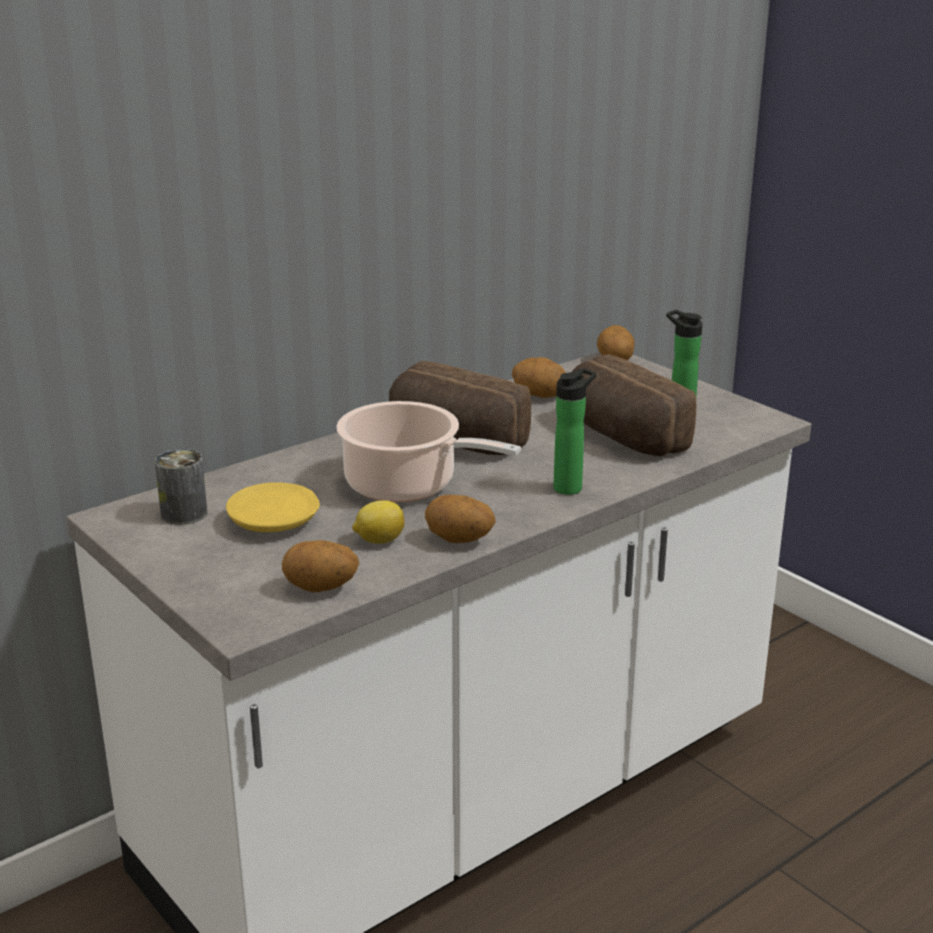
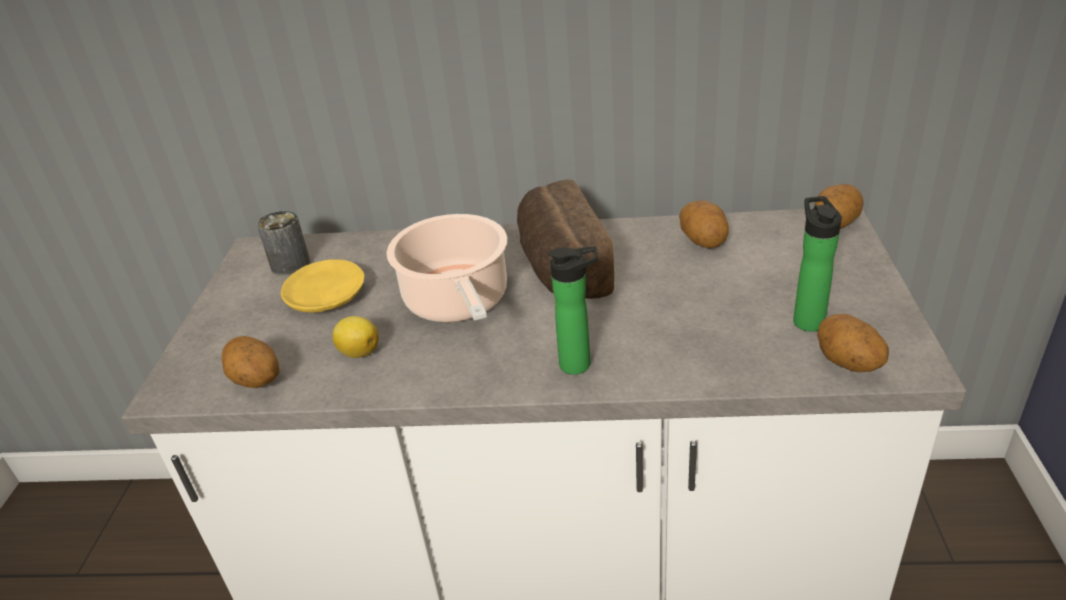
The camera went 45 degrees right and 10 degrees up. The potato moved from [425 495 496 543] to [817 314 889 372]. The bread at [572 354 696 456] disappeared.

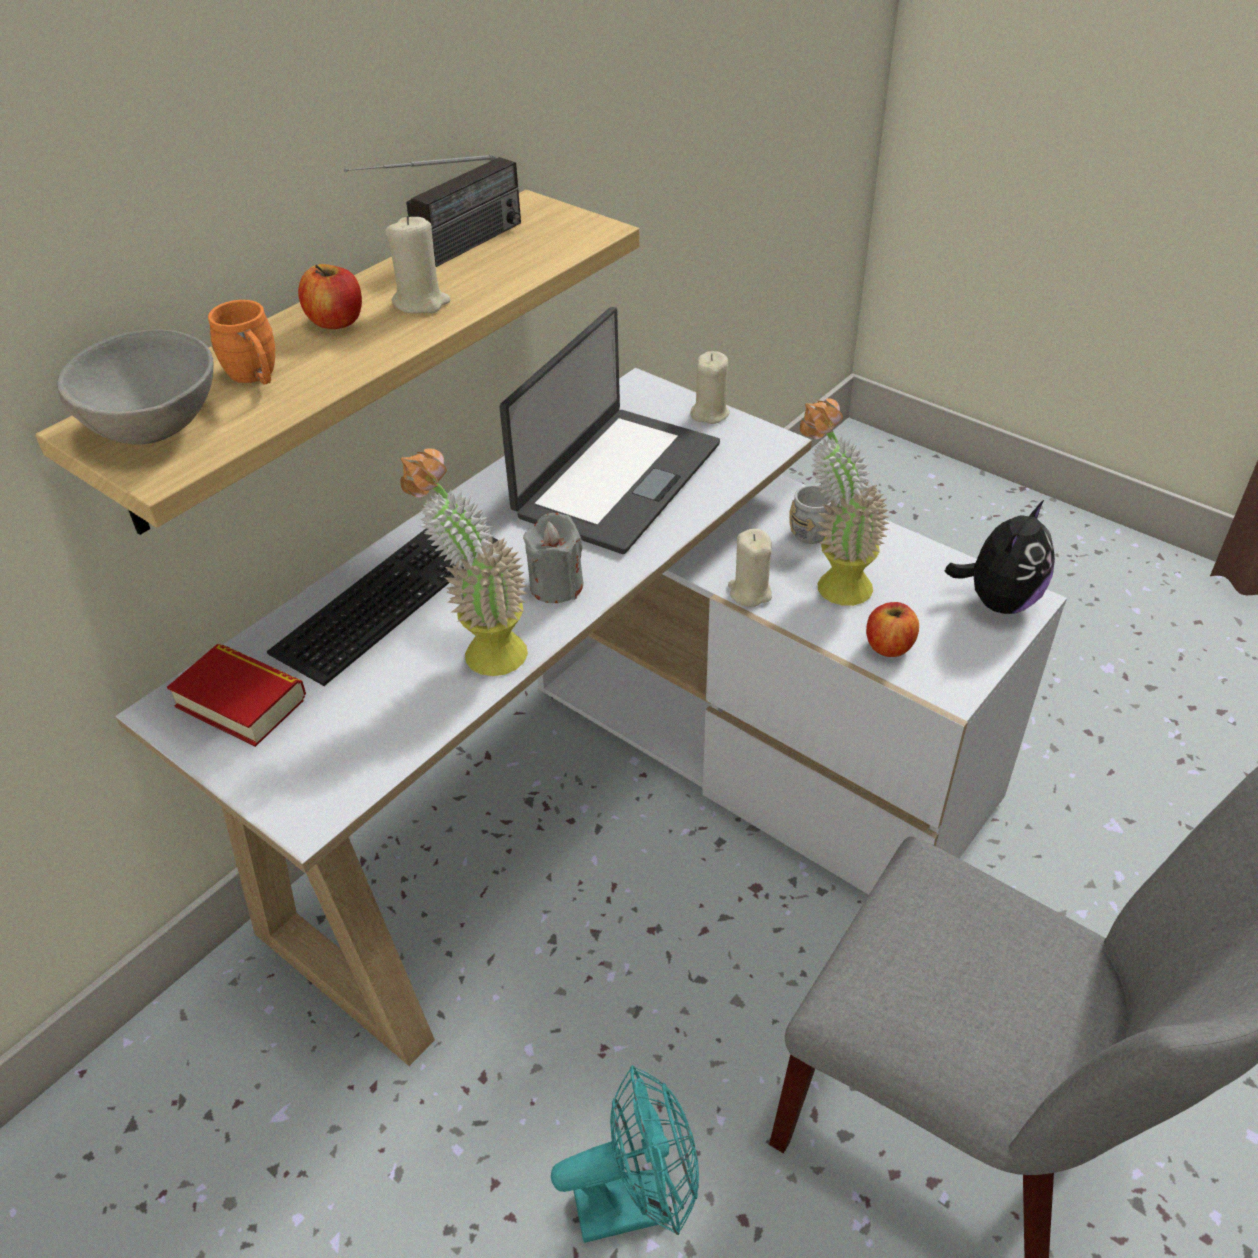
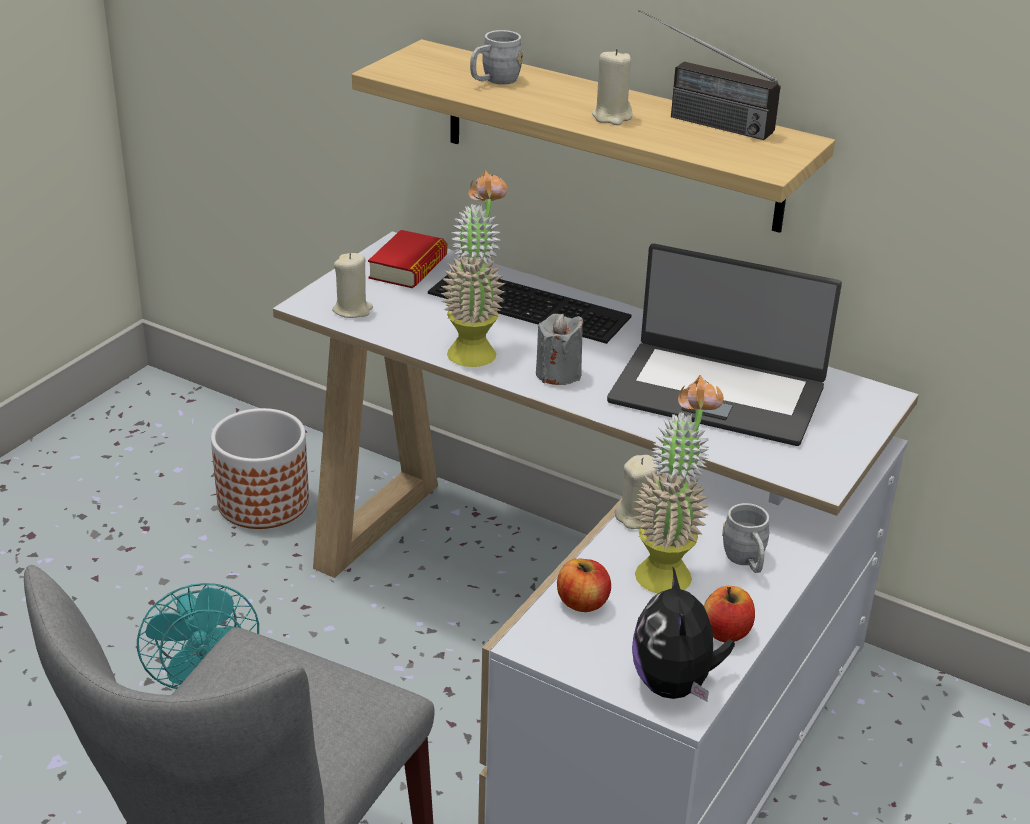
The camera went 80 degrees right and 10 degrees down. The grey bowl at [57 329 213 445] disappeared. The orange mug at [208 300 275 385] became the grey mug at [470 30 523 85]. The apple moved from [298 264 362 329] to [704 586 755 642]. The beige candle moved from [690 351 730 424] to [332 253 373 318]. The plush toy at [945 499 1055 614] turned 60 degrees clockwise. The planter at [211 408 309 529] appeared.

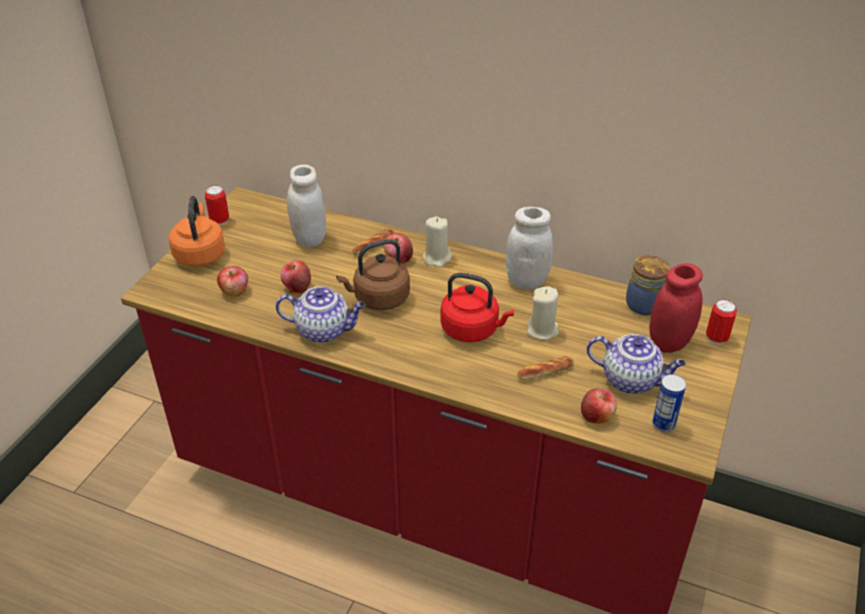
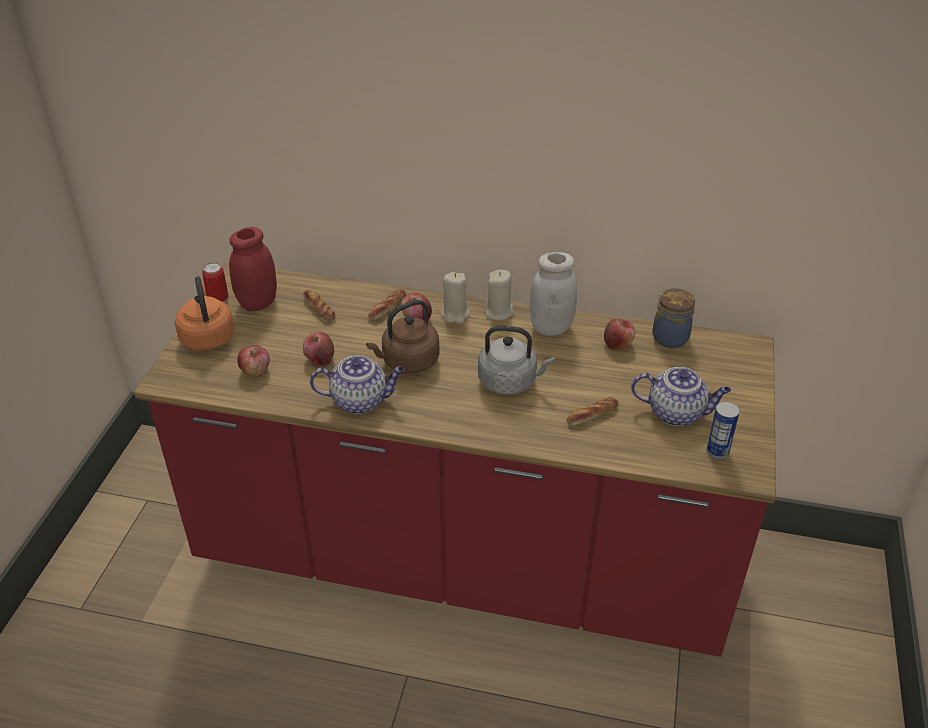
The camera went 10 degrees left and 0 degrees up. The white jar at [287 165 326 248] was replaced by the bread at [303 290 335 321]. The red kettle at [440 273 514 342] became the grey kettle at [478 326 555 395]. The beige candle moved from [527 286 559 340] to [484 270 515 320]. The apple moved from [581 389 617 424] to [604 319 635 350]. The red jar moved from [649 263 703 353] to [229 227 277 312]. The can at [706 299 737 345] disappeared.

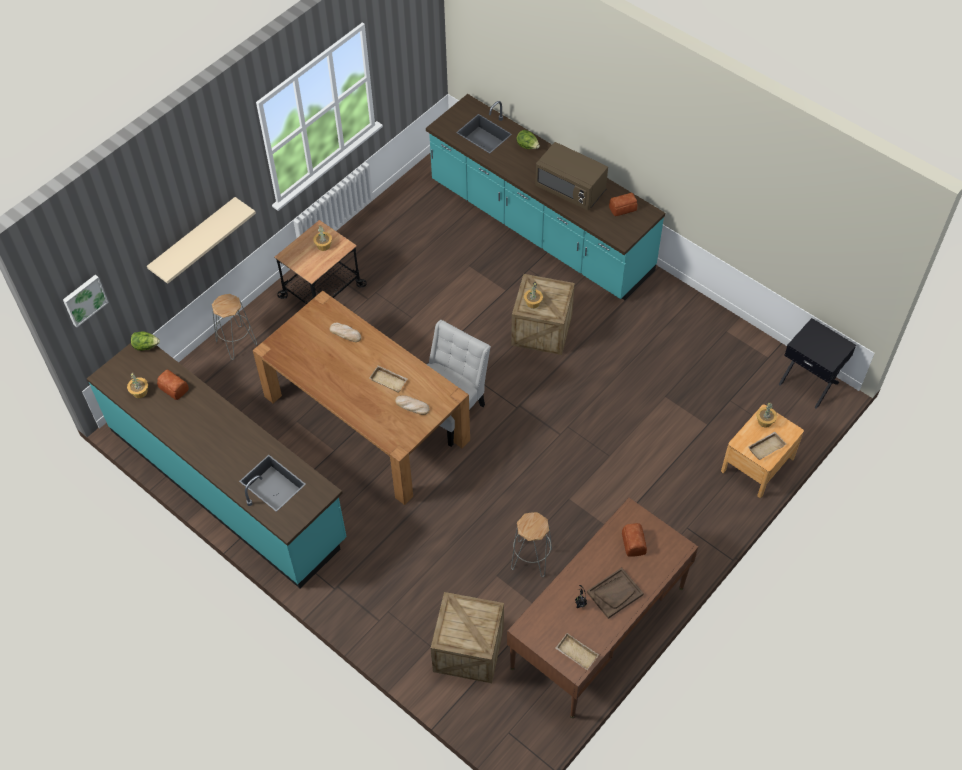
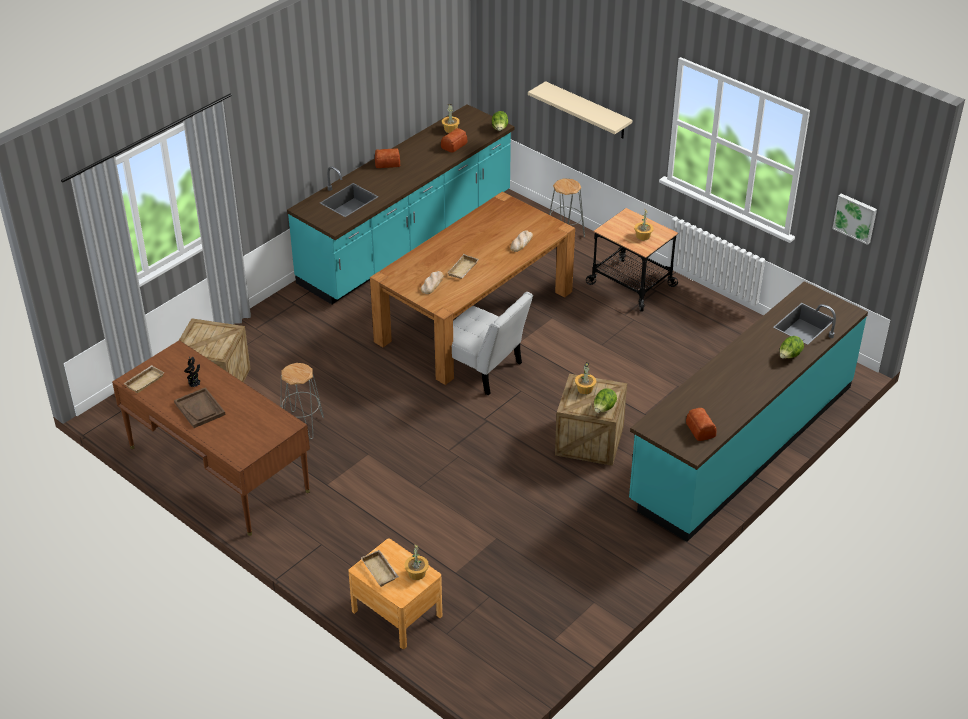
The camera went 90 degrees right and 15 degrees down. The picture moved from [63 275 109 327] to [832 194 877 245]. The brown microwave at [535 142 608 210] disappeared. The bread moved from [622 523 647 557] to [375 148 400 168]. The black nightstand at [778 318 856 409] disappeared. The lettuce at [594 388 617 413] appeared.

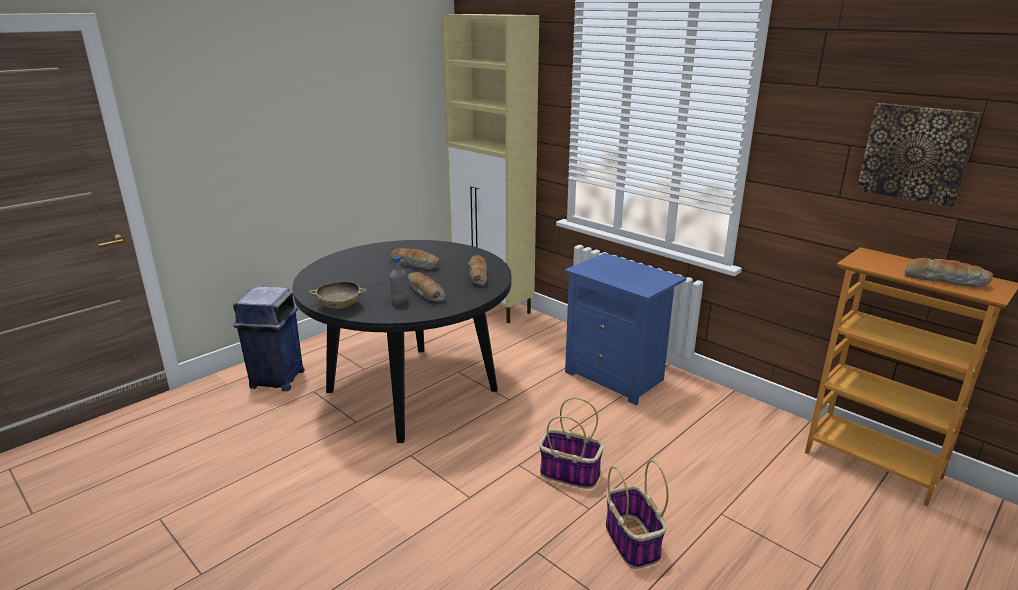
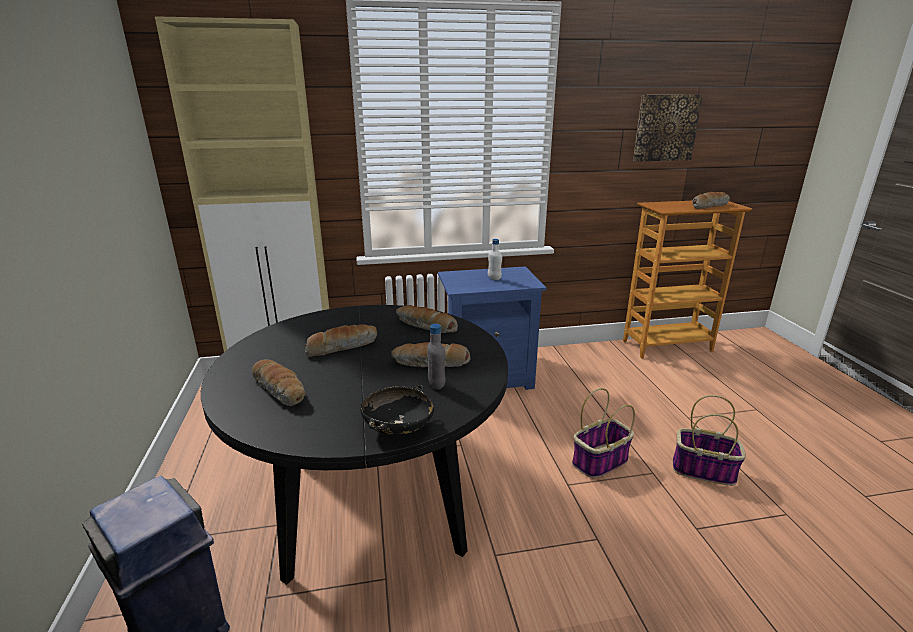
The camera went 55 degrees left and 0 degrees up. The beige bowl at [310 281 366 309] became the black bowl at [360 385 434 435]. The bread at [252 359 305 406] appeared. The white bottle at [488 239 502 280] appeared.

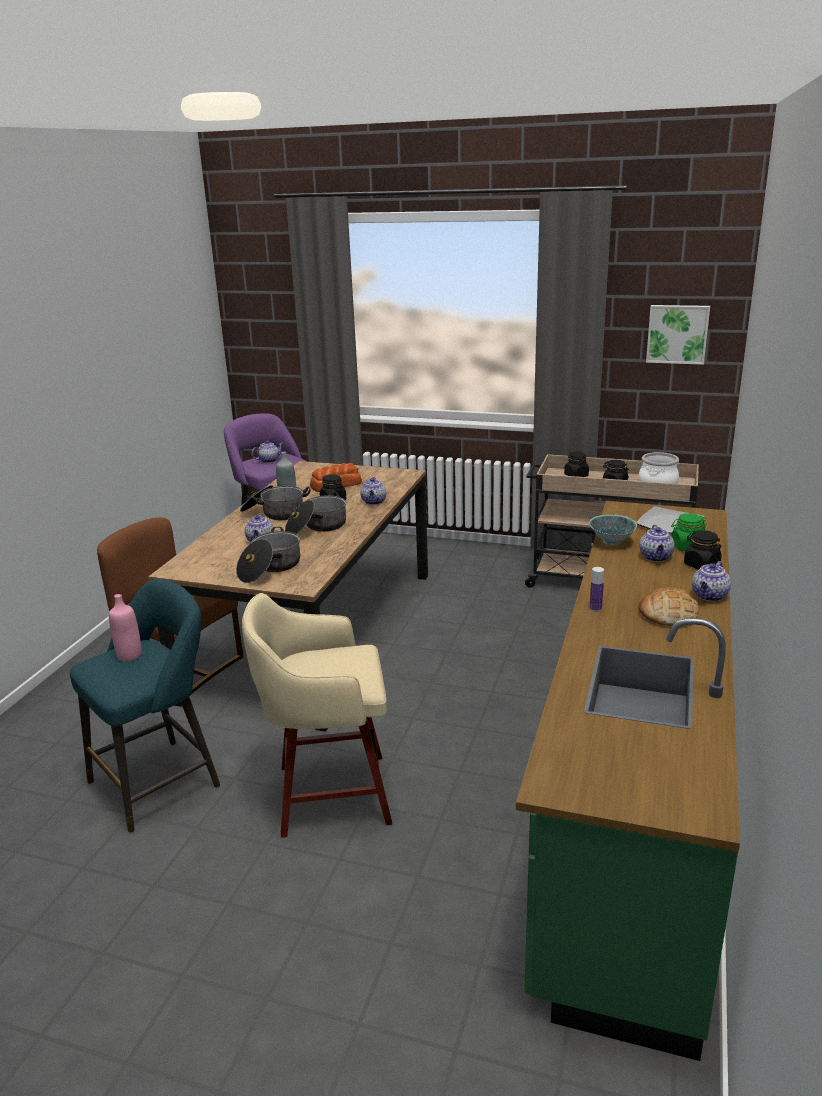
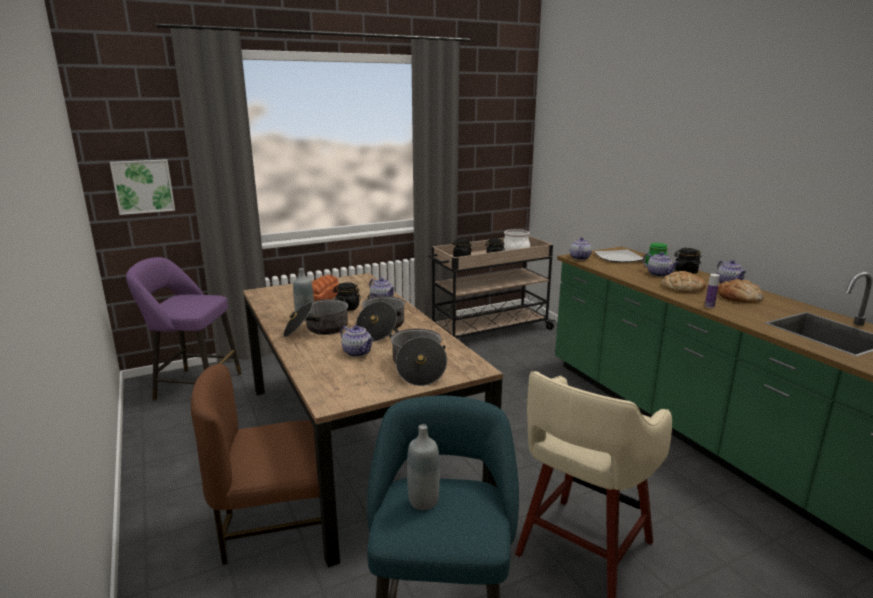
The camera went 45 degrees left and 5 degrees down. The pink bottle at [109 594 142 662] became the grey bottle at [407 424 440 510]. The teapot moved from [252 441 283 463] to [570 237 592 260]. The bowl at [589 515 637 546] disappeared. The picture moved from [646 305 710 365] to [110 159 175 215]. The bread at [662 271 706 293] appeared.

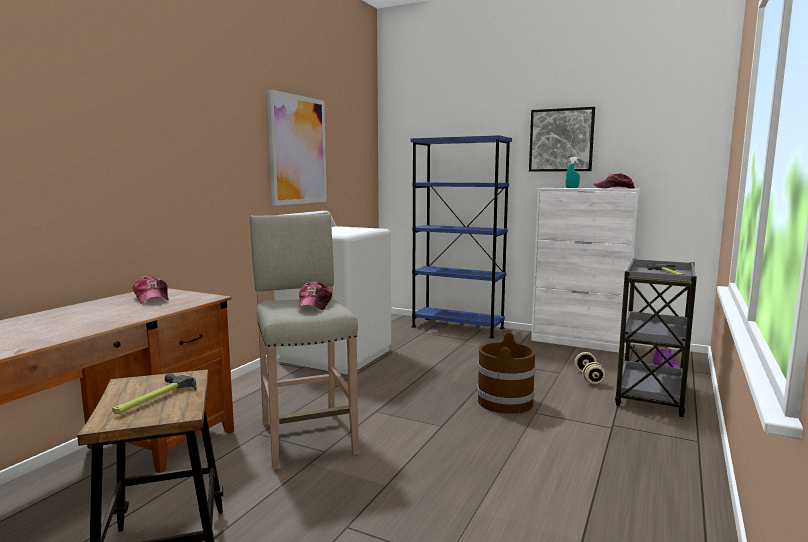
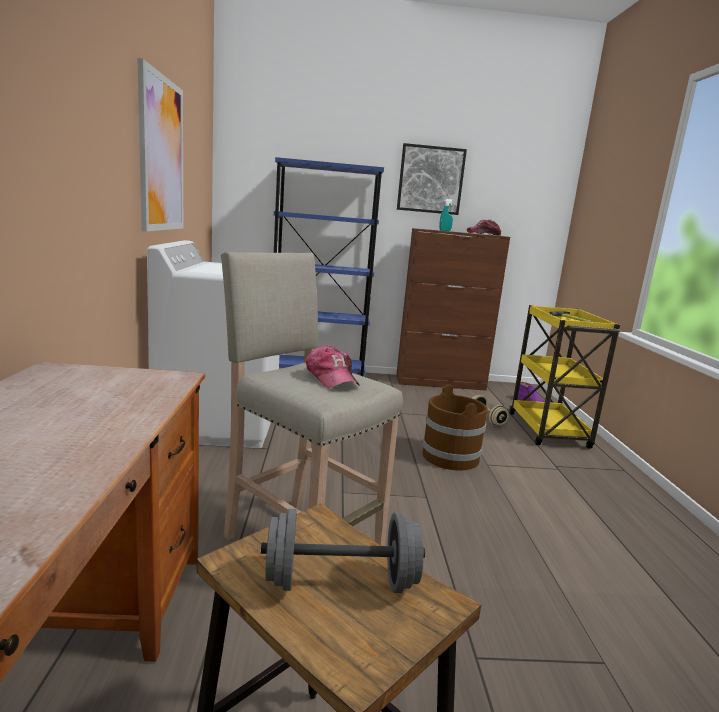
The camera went 30 degrees left and 5 degrees up. The hammer at [112 374 196 414] was replaced by the grey dumbbell at [261 509 425 593]. The cap at [133 275 169 304] disappeared. The white cabinet at [531 188 640 353] became the brown cabinet at [396 228 510 390]. The grey cart at [615 259 697 417] became the yellow cart at [509 305 620 449].

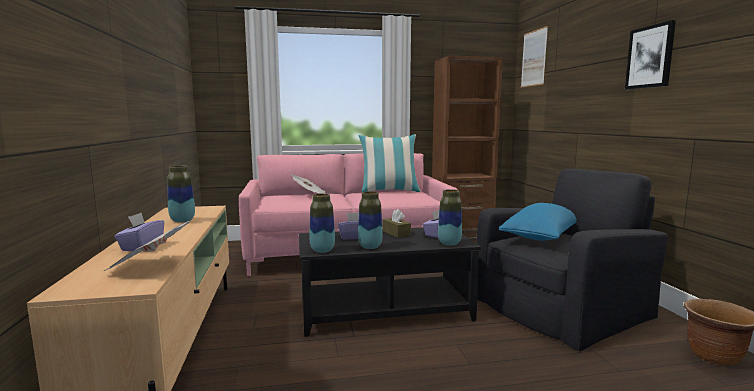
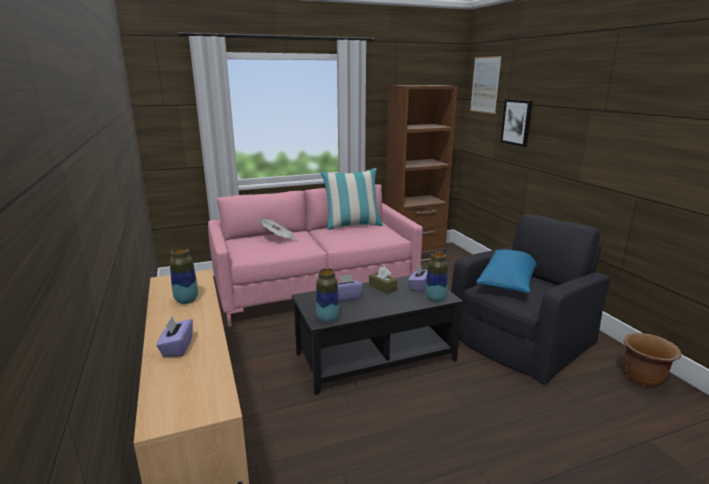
The camera went 10 degrees left and 10 degrees up. The newspaper at [104 221 190 271] disappeared. The vase at [358 191 383 249] disappeared. The picture moved from [625 20 676 89] to [500 99 533 147].

